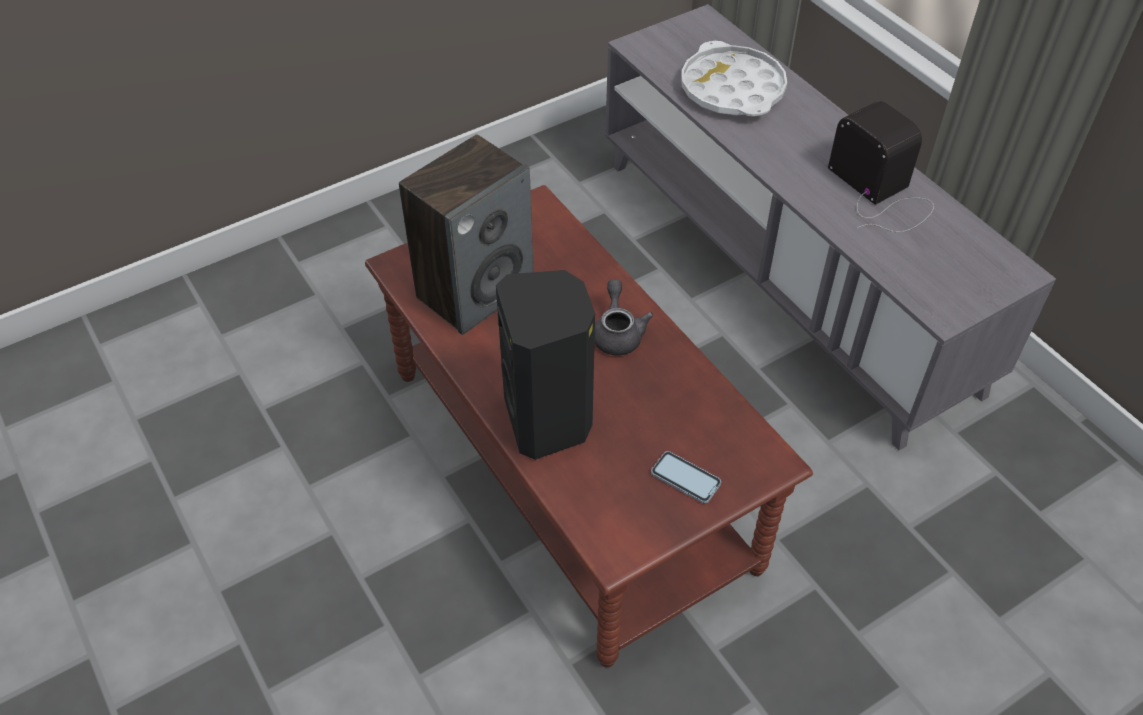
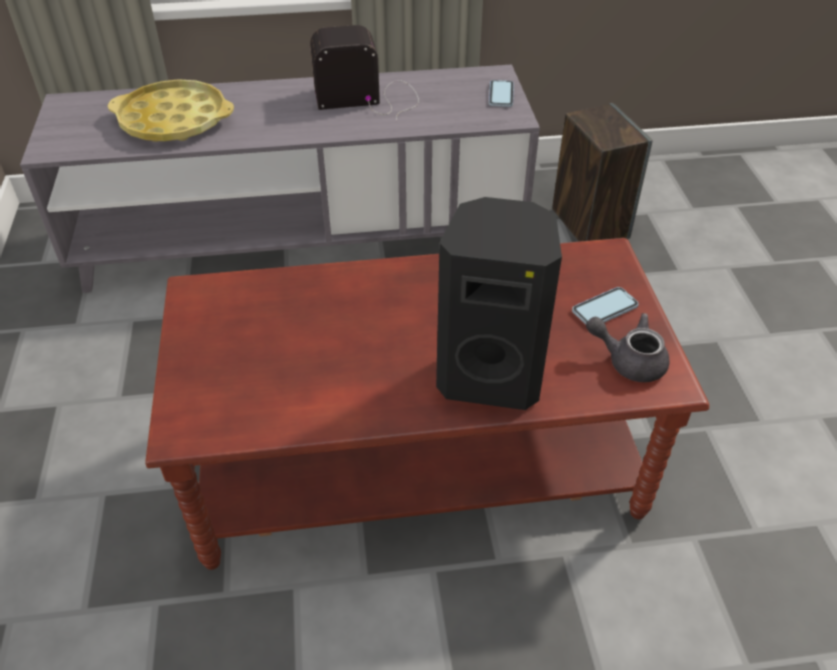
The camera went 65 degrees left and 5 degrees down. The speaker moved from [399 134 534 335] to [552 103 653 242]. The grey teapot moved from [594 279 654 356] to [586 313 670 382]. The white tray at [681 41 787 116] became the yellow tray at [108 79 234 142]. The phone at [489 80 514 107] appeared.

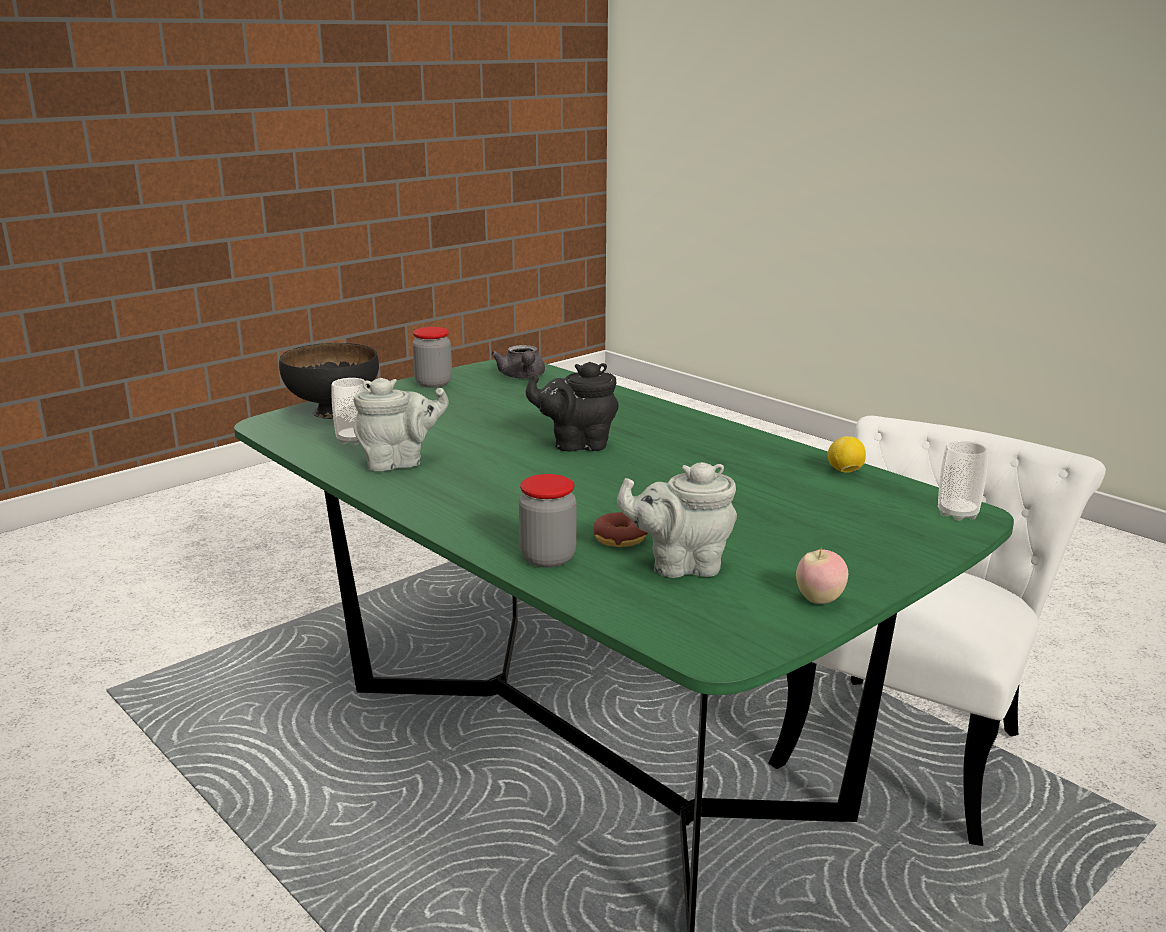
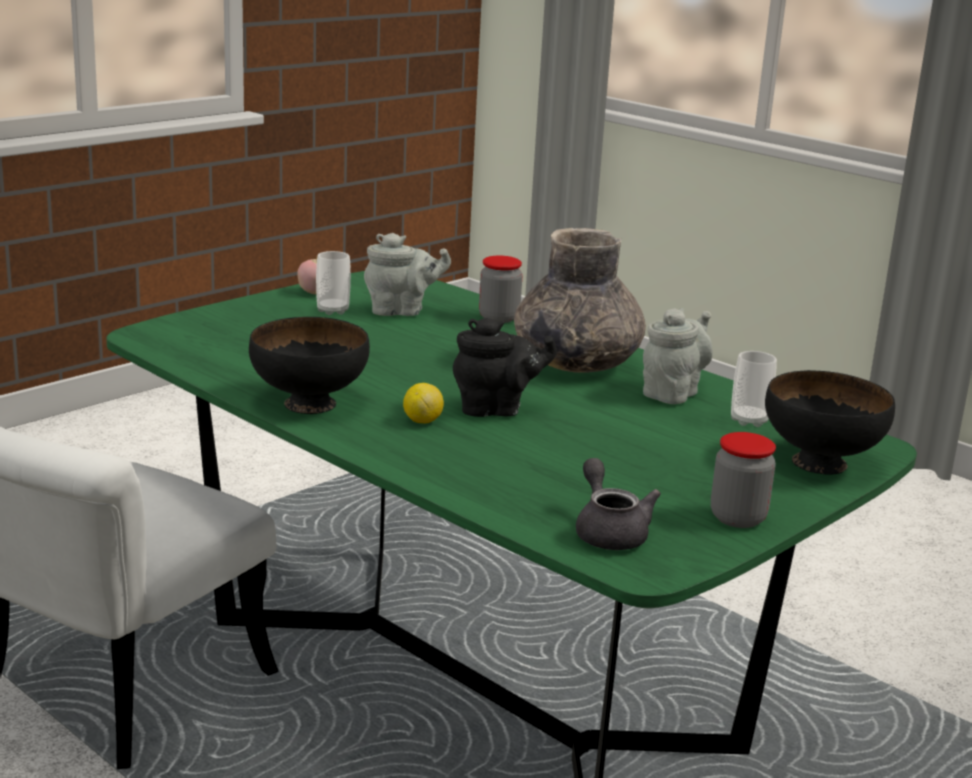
The camera went 175 degrees right and 0 degrees up. The grey teapot at [353 378 449 471] turned 150 degrees clockwise. The donut at [593 512 648 547] disappeared. The lemon moved from [828 436 866 473] to [403 383 444 423]. The cup moved from [938 441 988 521] to [316 251 351 315]. The black bowl at [249 317 370 414] appeared. The grey vase at [514 228 646 372] appeared.

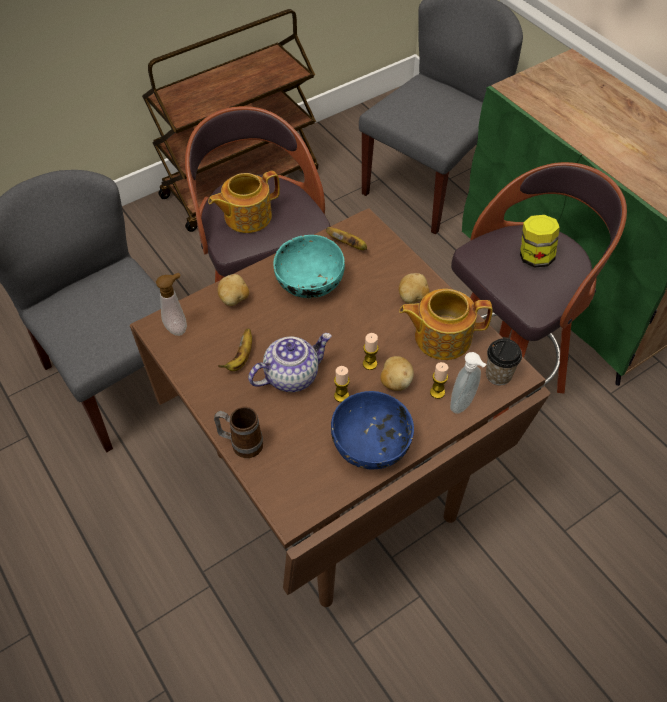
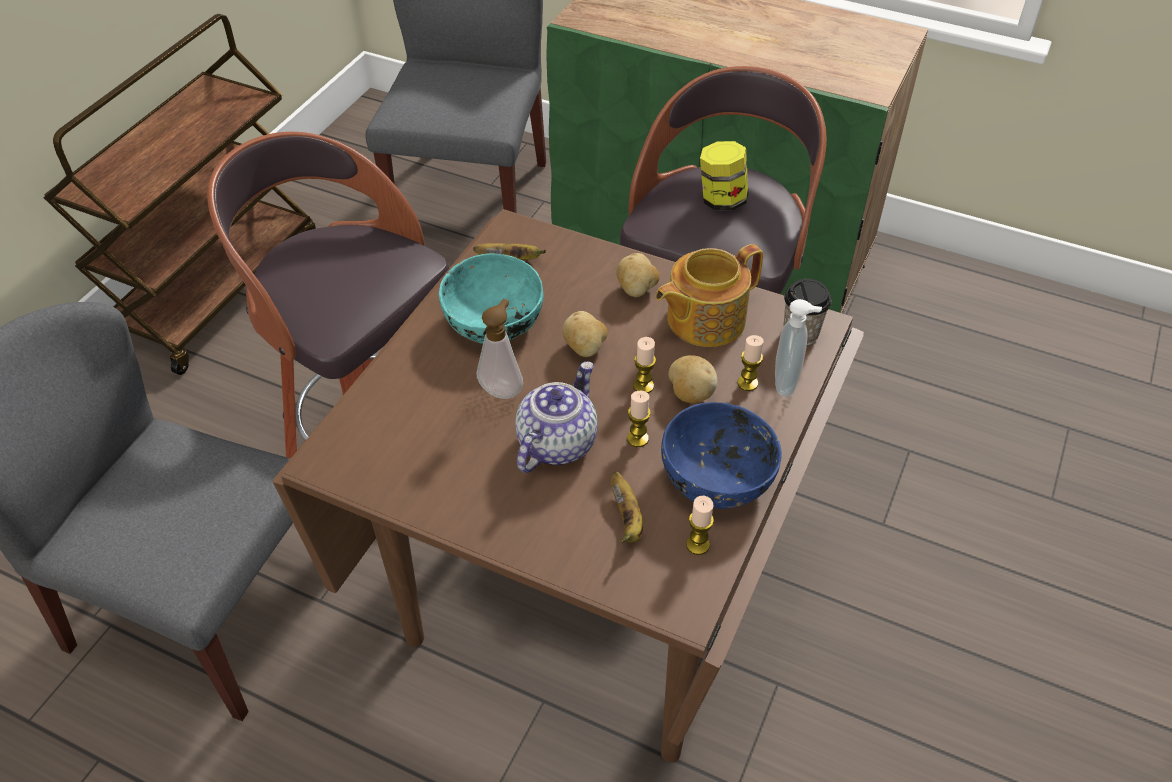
The camera went 30 degrees left and 5 degrees down. The soap dispenser moved from [156 273 187 336] to [476 299 523 399]. The teapot at [208 171 280 233] disappeared. The mug at [214 407 263 458] disappeared. The potato moved from [218 274 249 306] to [562 311 608 357]. The banana moved from [218 328 252 371] to [611 472 643 543]. The candle at [686 496 714 555] appeared.

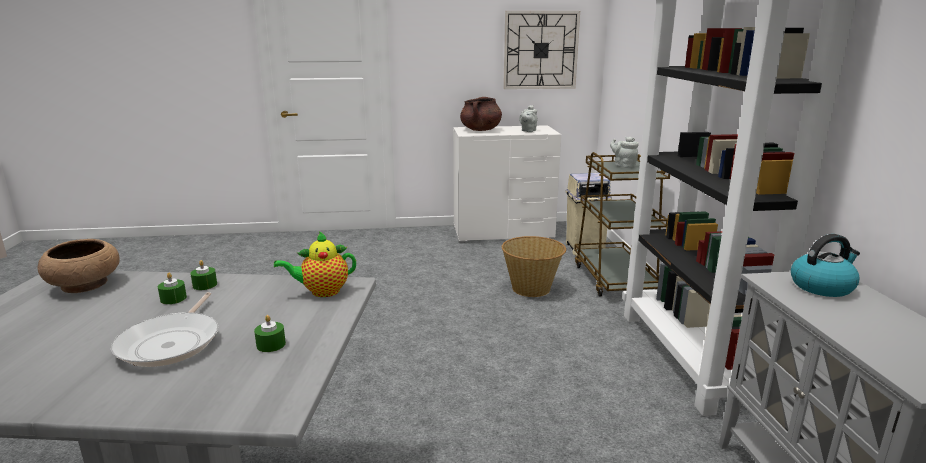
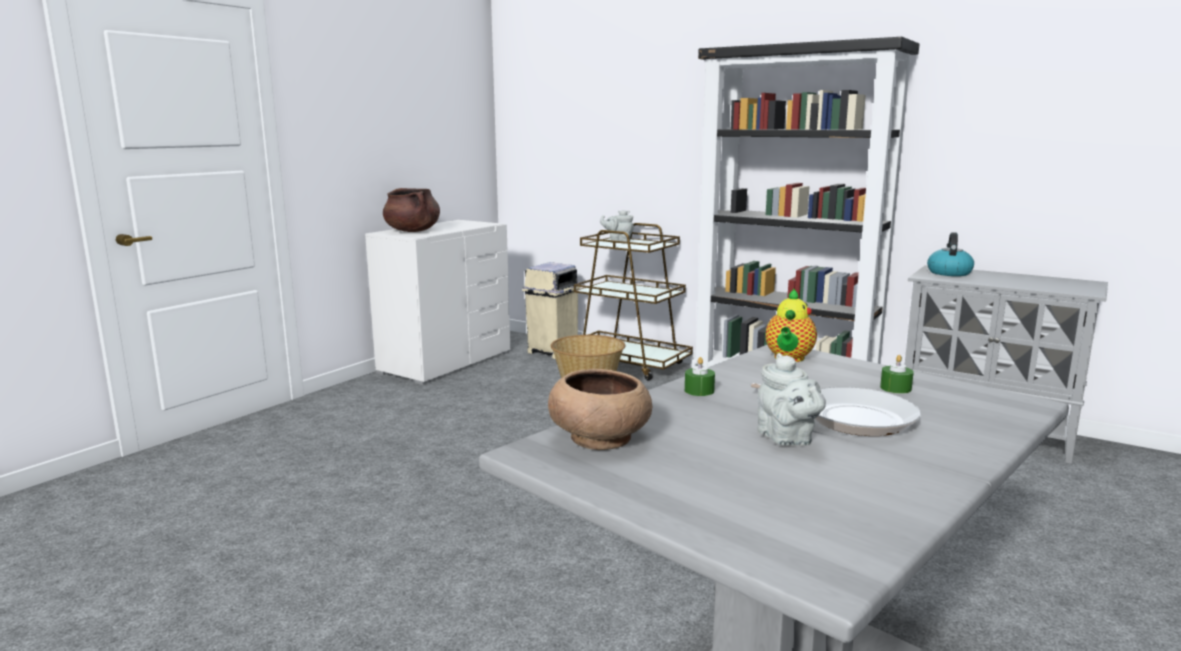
The camera went 50 degrees left and 5 degrees down. The green candle at [158 273 187 304] disappeared. The wall clock at [503 11 580 89] disappeared. The grey teapot moved from [519 105 538 132] to [757 353 826 446].

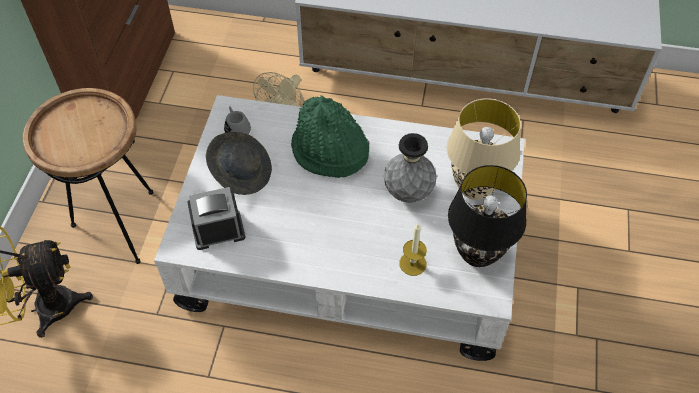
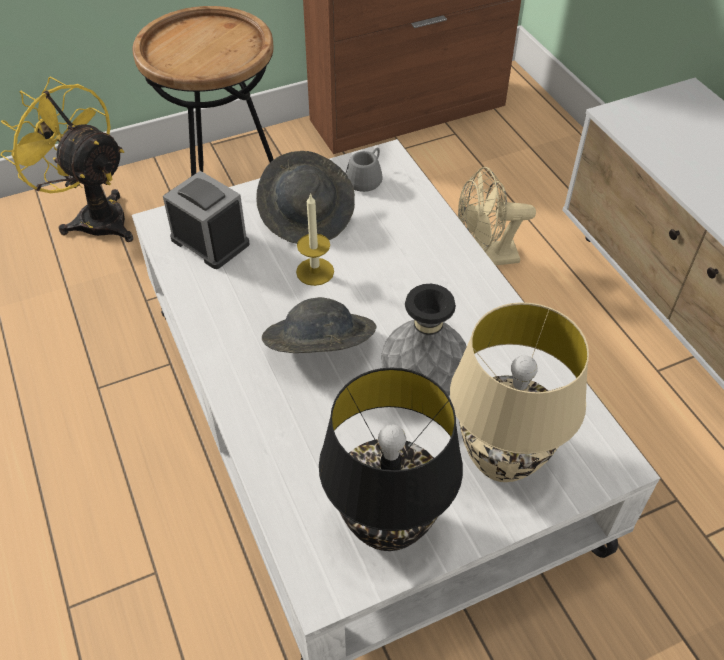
The camera went 55 degrees right and 5 degrees down. The green hat at [291 96 369 178] disappeared. The candle moved from [399 224 427 276] to [296 193 334 286]. The grey hat at [262 297 377 353] appeared.

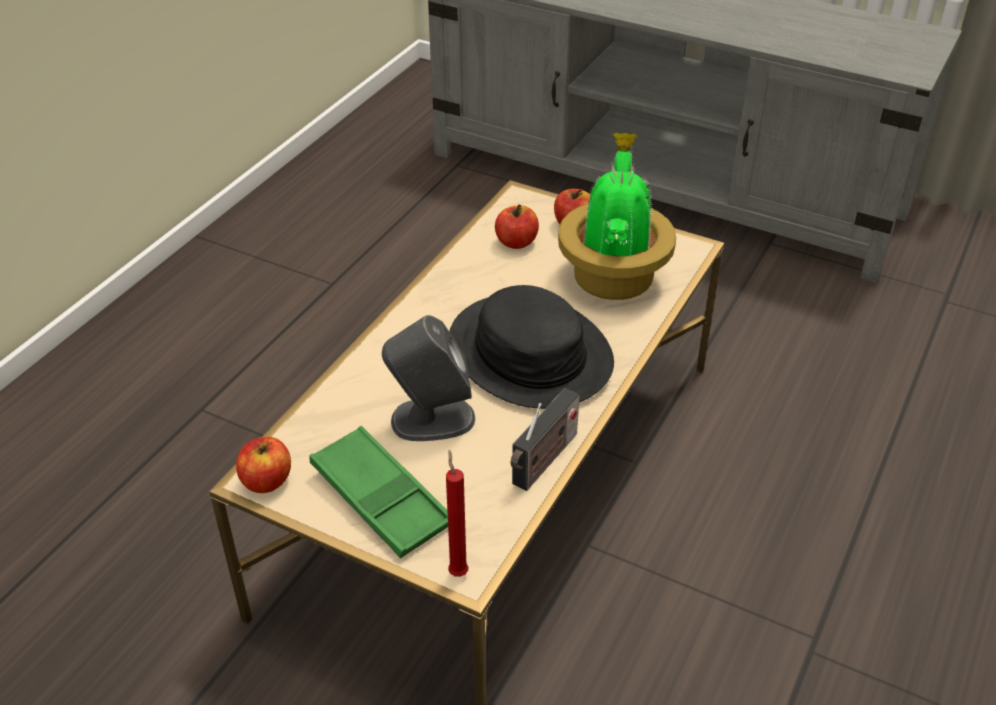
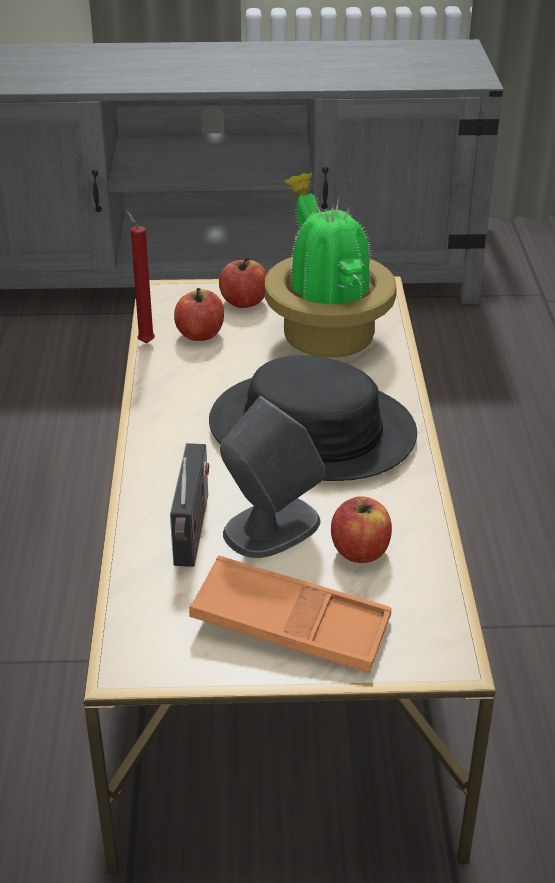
The camera went 30 degrees left and 5 degrees down. The apple moved from [236 437 291 493] to [331 497 392 563]. The green tray at [309 426 448 559] became the orange tray at [189 555 391 673]. The red candle moved from [446 450 468 577] to [126 211 155 343]. The radio moved from [511 388 580 491] to [170 443 209 567].

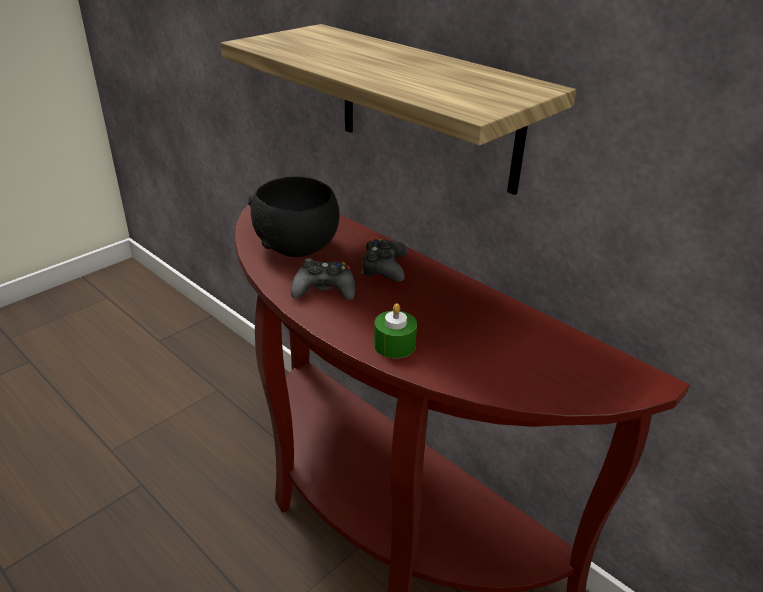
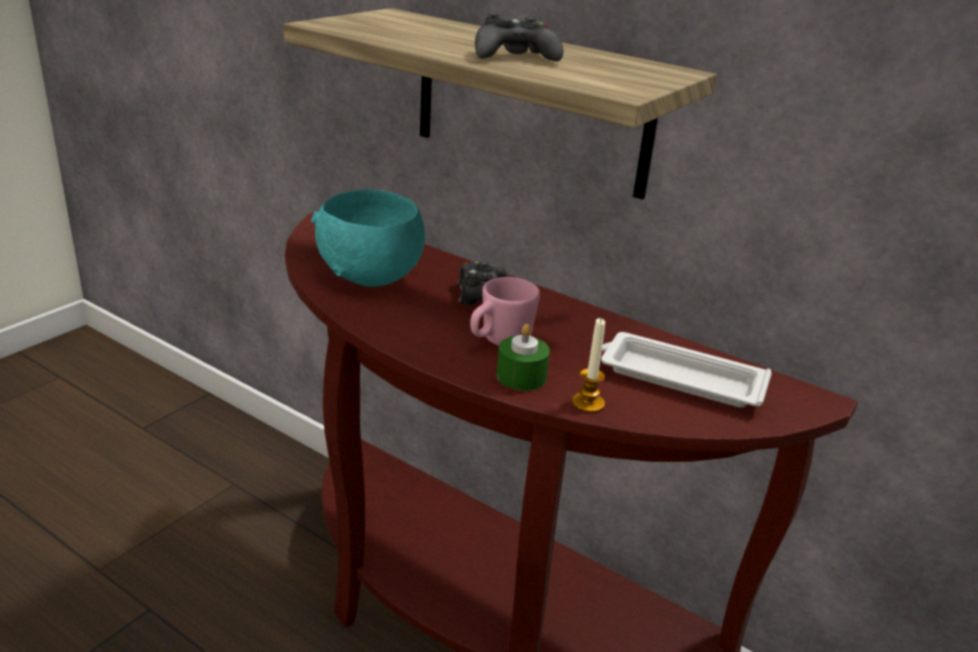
The camera went 10 degrees left and 5 degrees down. The black bowl at [248 176 339 257] became the turquoise bowl at [311 189 425 287]. The black game controller moved from [291 258 355 300] to [475 13 564 61]. The pink mug at [470 277 540 346] appeared. The candle at [572 318 605 413] appeared. The white tray at [601 332 772 408] appeared.

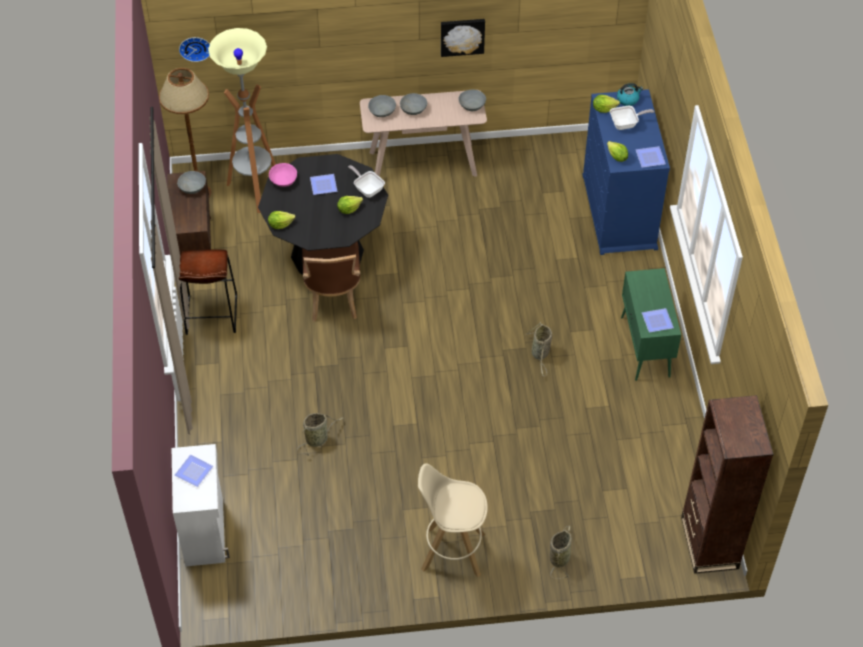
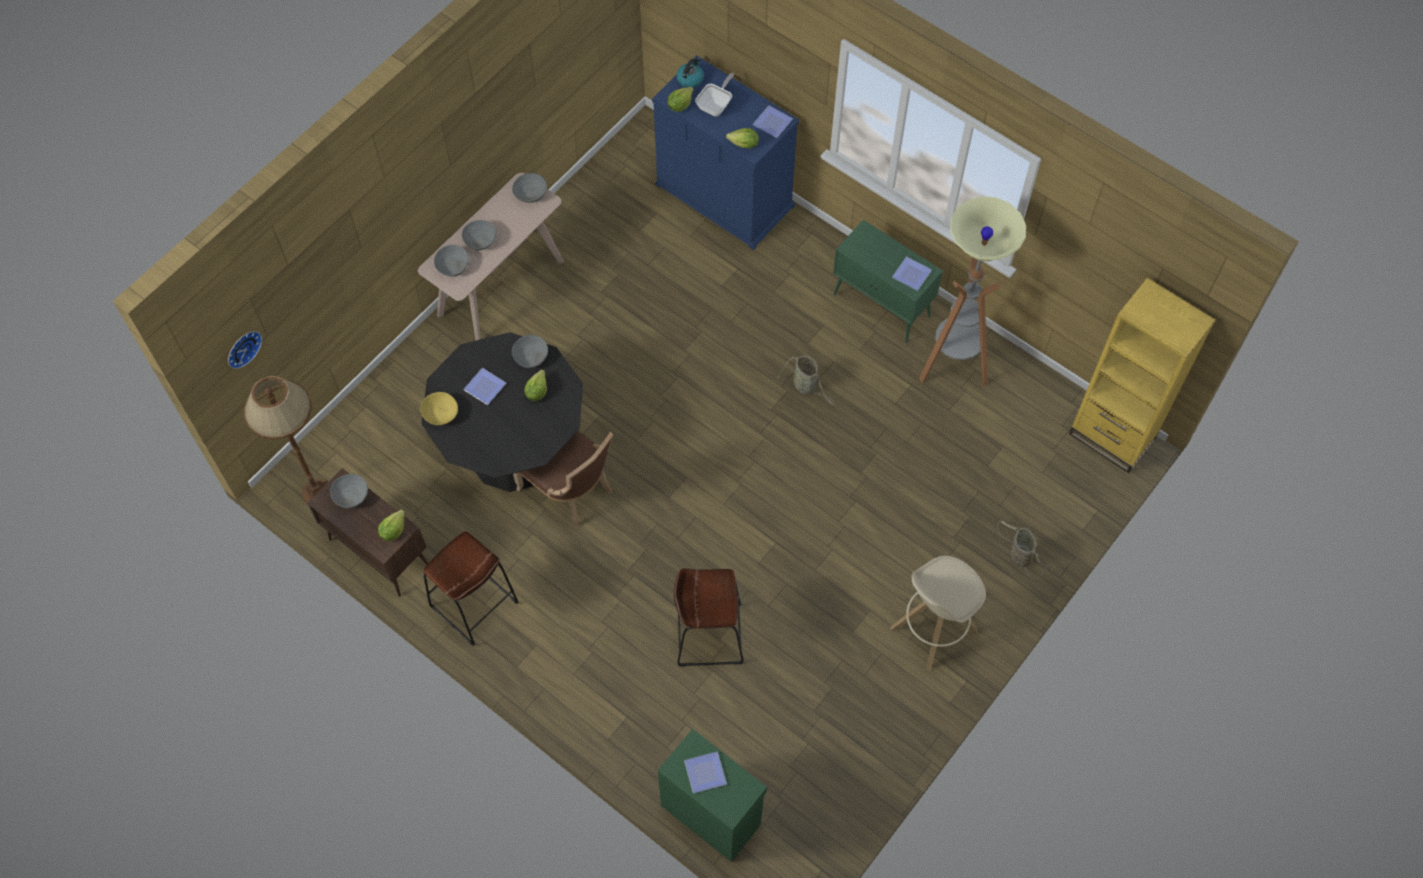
The camera went 45 degrees left and 10 degrees up. The white cabinet at [172 444 230 566] became the green cabinet at [658 729 767 862]. The floor lamp moved from [208 28 276 213] to [919 196 1026 386]. The lettuce moved from [268 211 296 229] to [378 510 405 541]. The pink bowl at [269 163 297 187] became the yellow bowl at [420 392 458 425]. The basket at [297 413 343 456] was replaced by the brown stool at [674 568 744 667]. The frying pan at [348 165 385 198] was replaced by the grey bowl at [512 335 548 368]. The picture at [441 19 485 57] disappeared. The brown bookcase at [681 395 774 574] became the yellow bookcase at [1069 278 1215 473].

